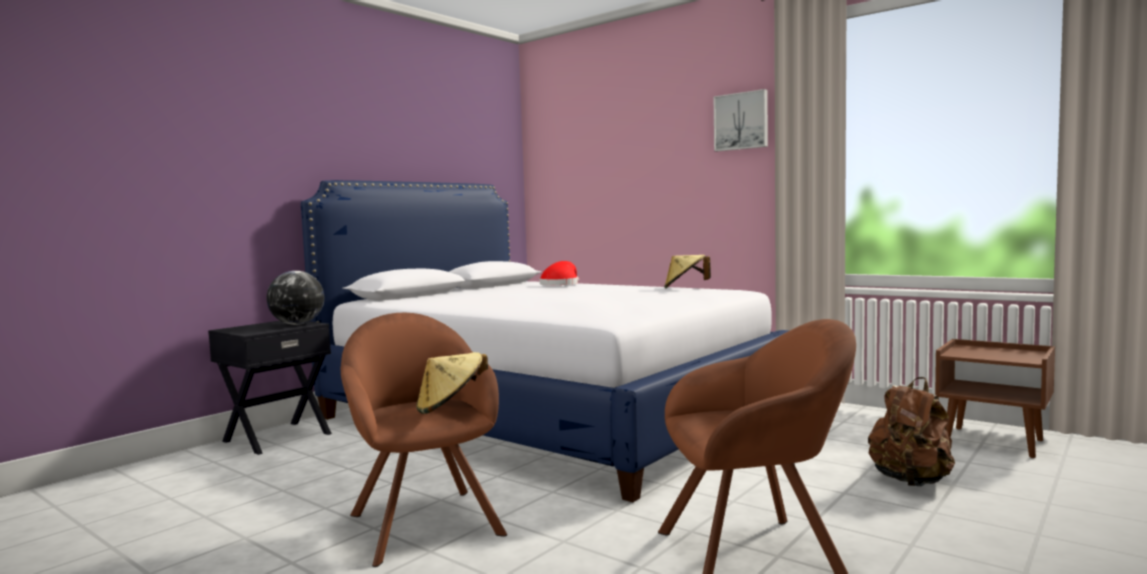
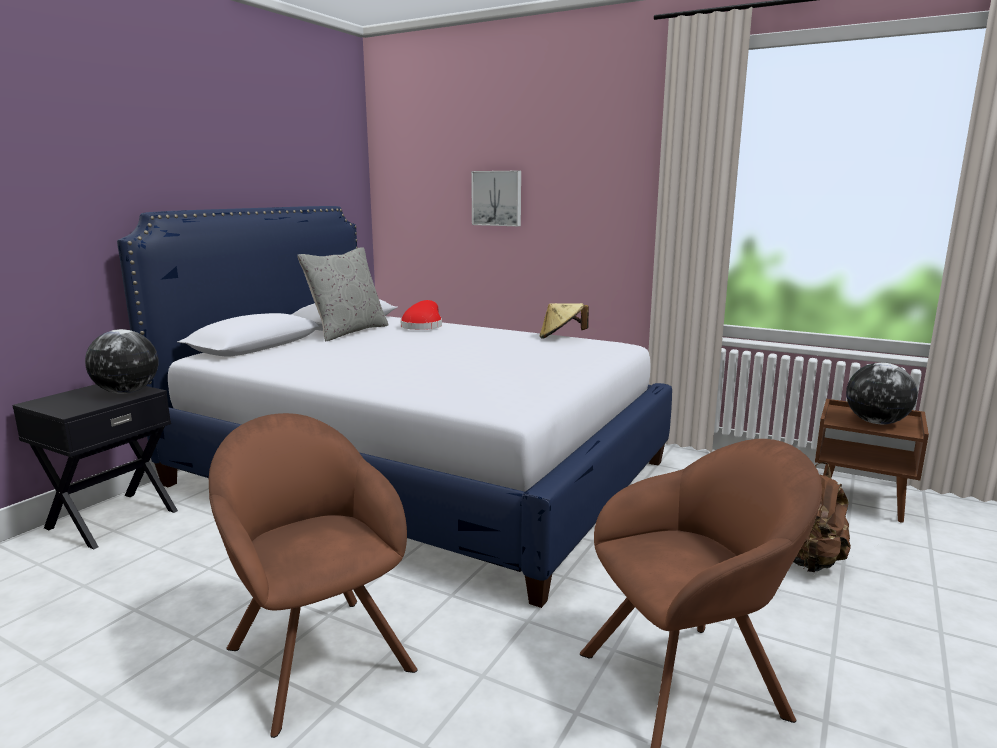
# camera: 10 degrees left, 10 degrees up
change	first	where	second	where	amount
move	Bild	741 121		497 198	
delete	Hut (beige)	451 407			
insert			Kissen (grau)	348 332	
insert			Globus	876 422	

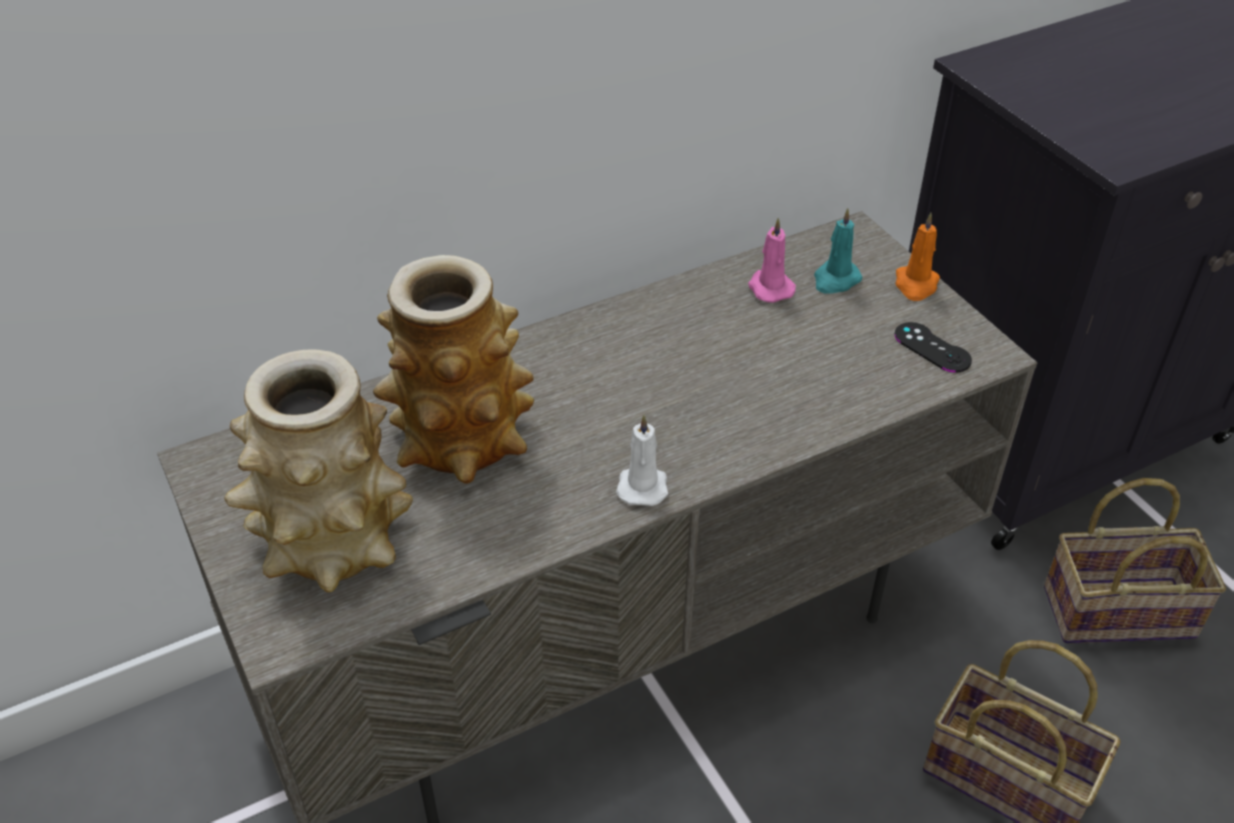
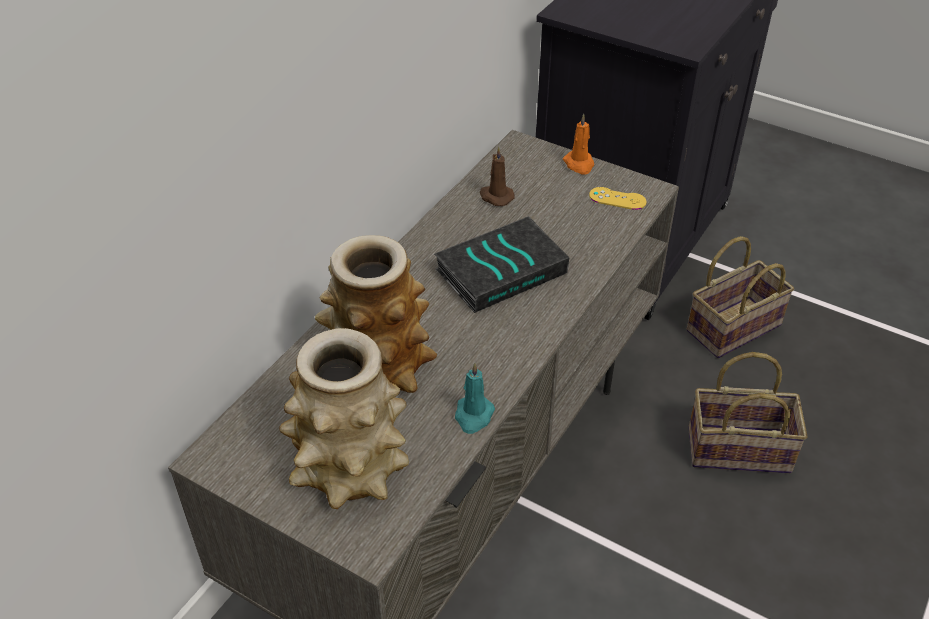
# camera: 30 degrees left, 0 degrees up
change	first	where	second	where	amount
move	Kerze (türkis)	835 280		473 416	
recolor	Kerze (rosa)	769 287	Kerze (braun)	495 196	
recolor	Gamepad (schwarz)	932 348	Gamepad (gelb)	617 199	
delete	Kerze (weiß)	642 485			
insert			Buch	501 269	

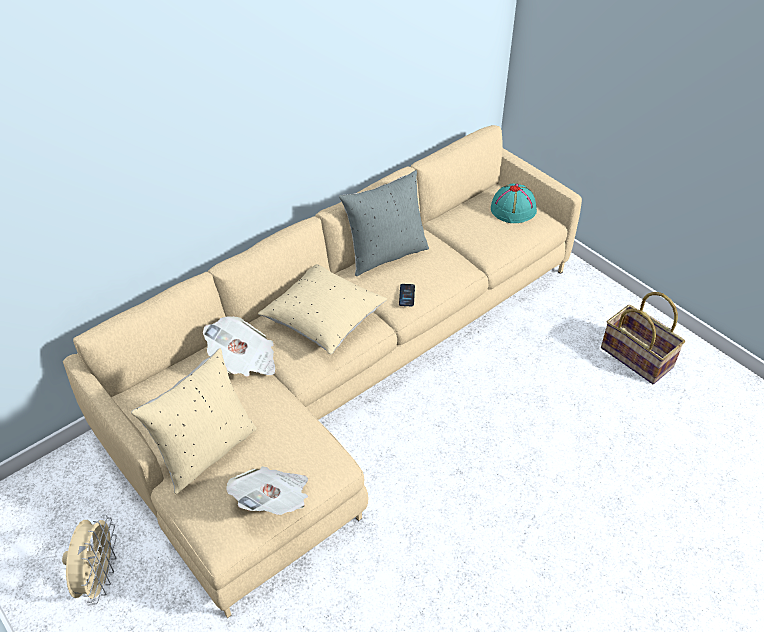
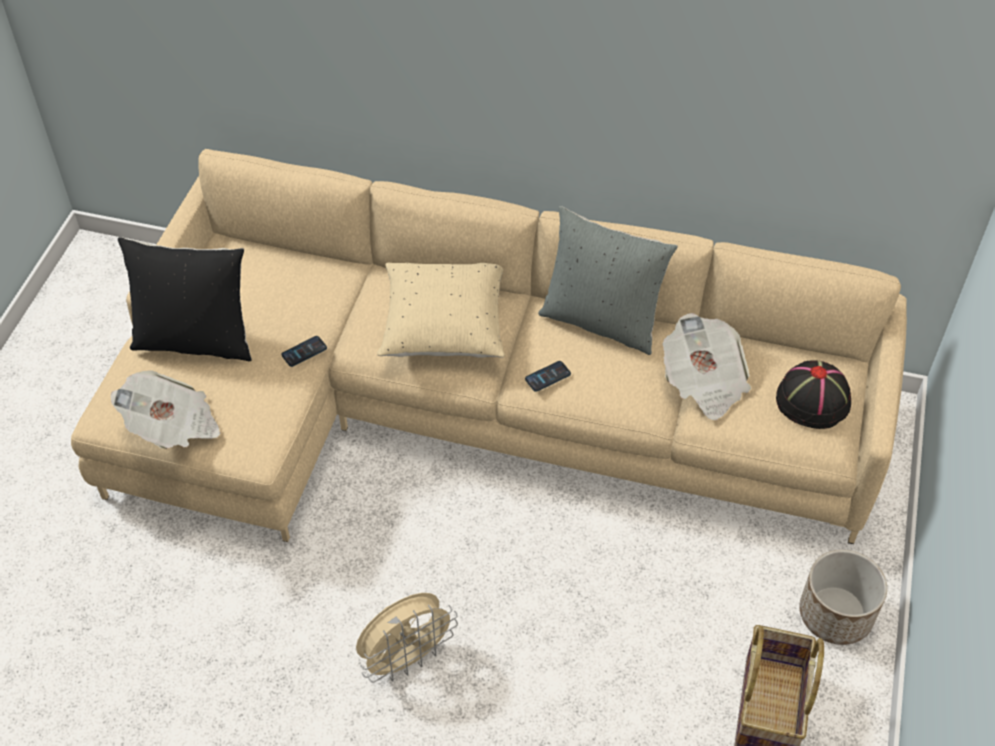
# camera: 55 degrees right, 5 degrees up
change	first	where	second	where	amount
recolor	Hut (türkis)	513 209	Hut (schwarz)	813 400	
move	Zeitung	244 360		704 382	
recolor	Kissen (beige)	206 451	Kissen (schwarz)	196 340	
move	Ventilator (beige)	99 578		406 658	
insert			Handy	304 352	
insert			Pflanzkübel	835 615	

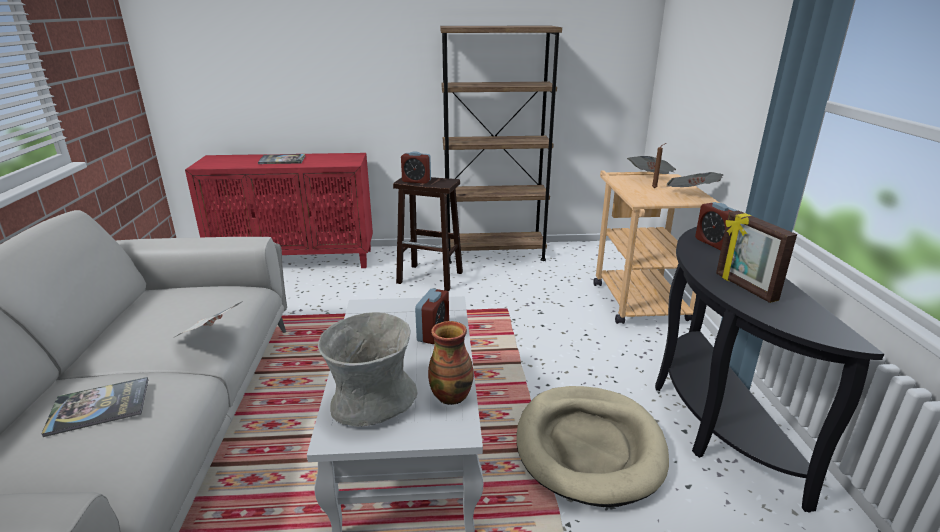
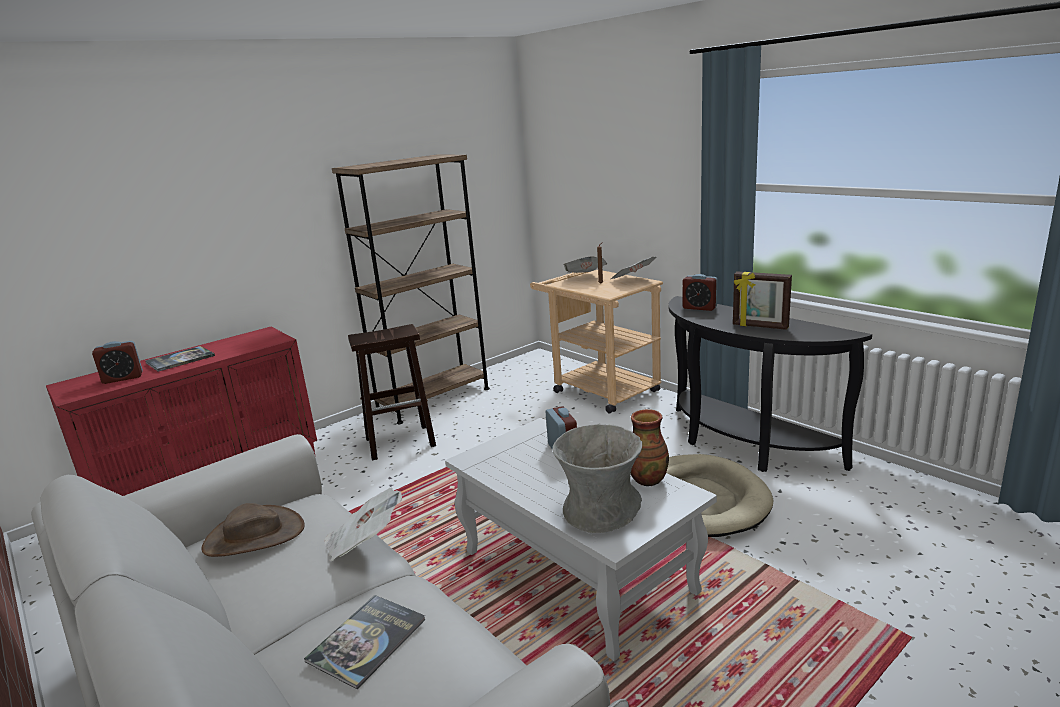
# camera: 35 degrees left, 5 degrees down
change	first	where	second	where	amount
move	Wecker	416 181		123 378	
insert			Hut (braun)	254 536	

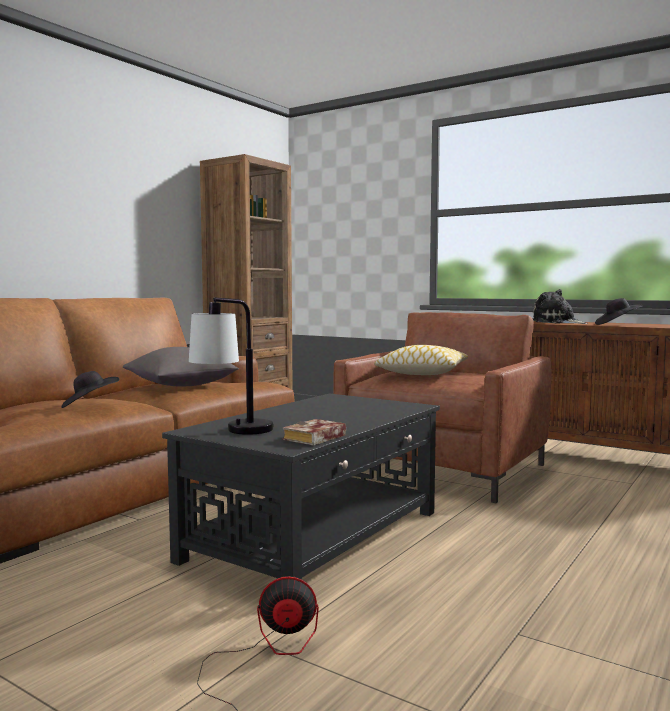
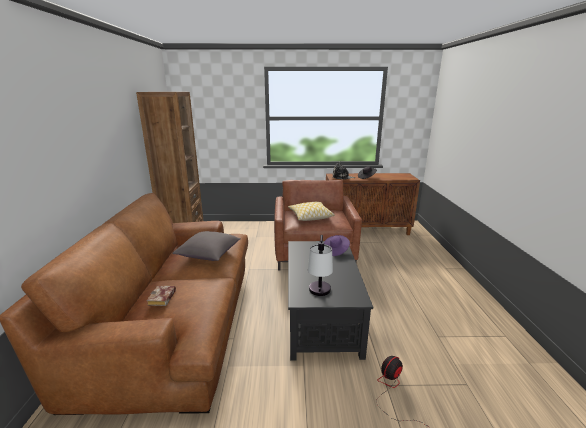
# camera: 35 degrees left, 15 degrees up
change	first	where	second	where	amount
delete	Hut (schwarz)	89 405			
move	Buch	314 439		162 299	
insert			Hut (lila)	335 251	

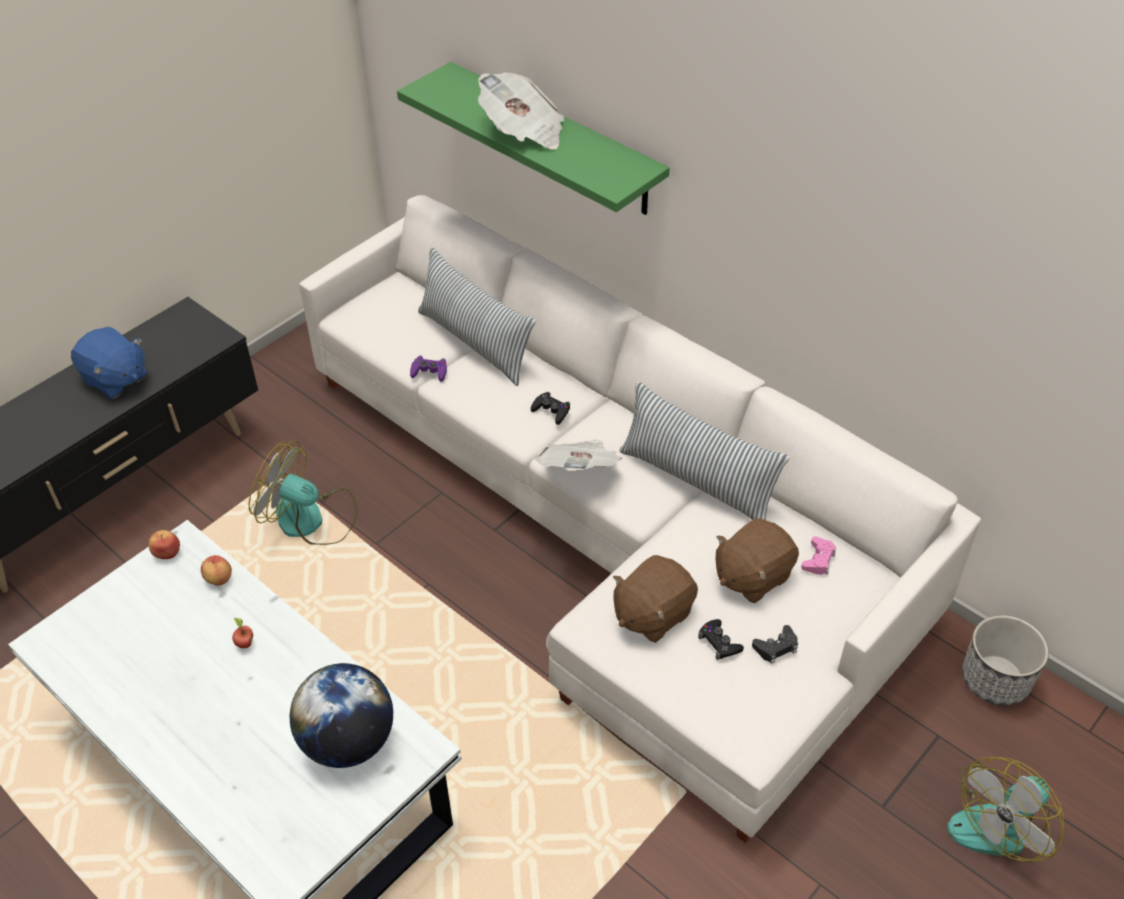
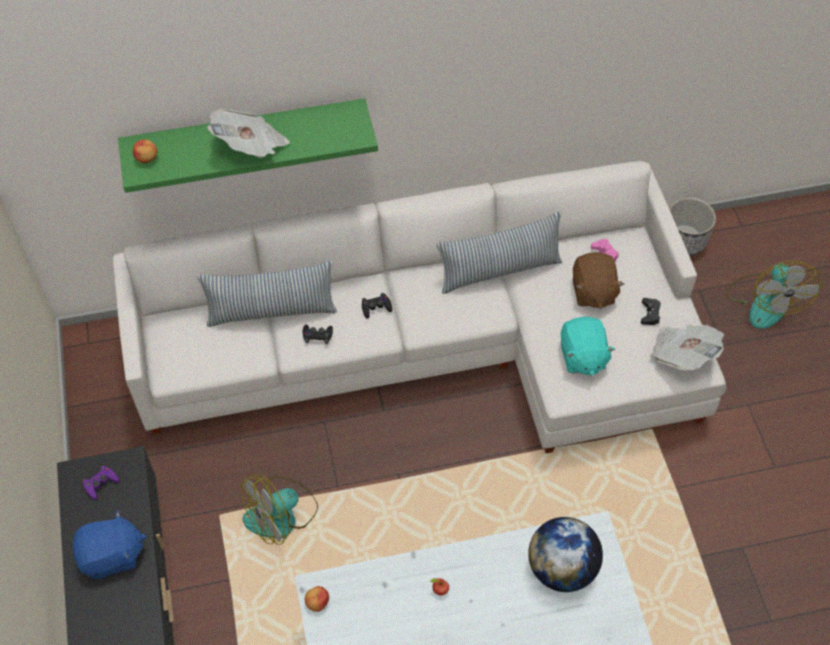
# camera: 55 degrees left, 10 degrees up
change	first	where	second	where	amount
move	Gamepad (lila)	429 372		101 483	
move	Zeitung	579 470		682 354	
move	Apfel	218 579		147 158	
recolor	Plüschtier (braun)	652 614	Plüschtier (türkis)	582 356	
move	Gamepad (schwarz)	719 643		317 335	

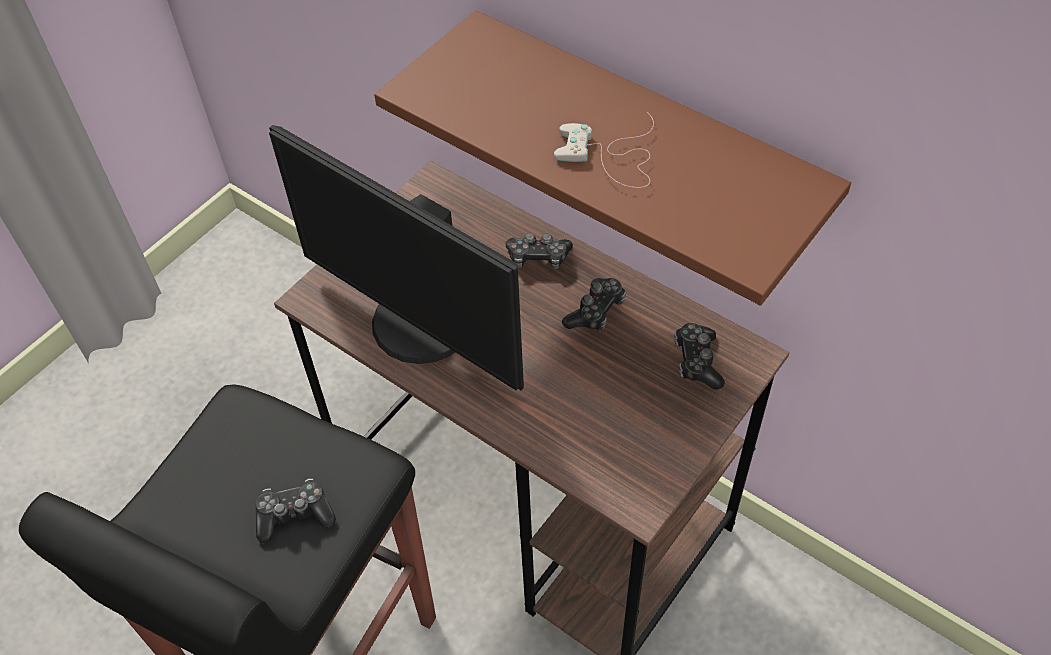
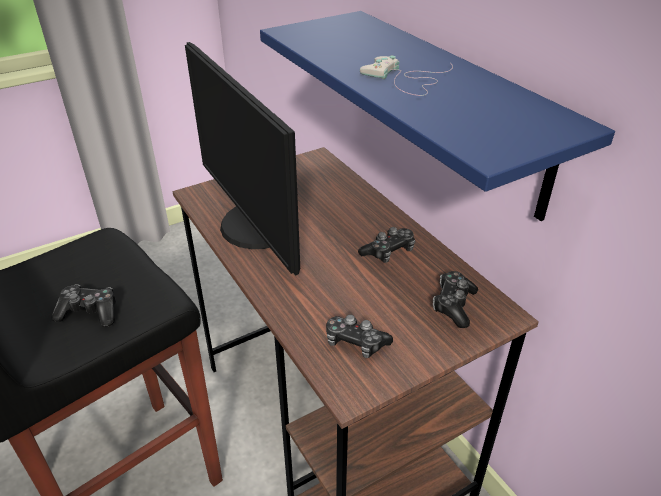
# camera: 20 degrees right, 15 degrees down
change	first	where	second	where	amount
recolor	Wandregal (braun)	645 139	Wandregal (blau)	454 110	
move	Gamepad	538 258		355 342	

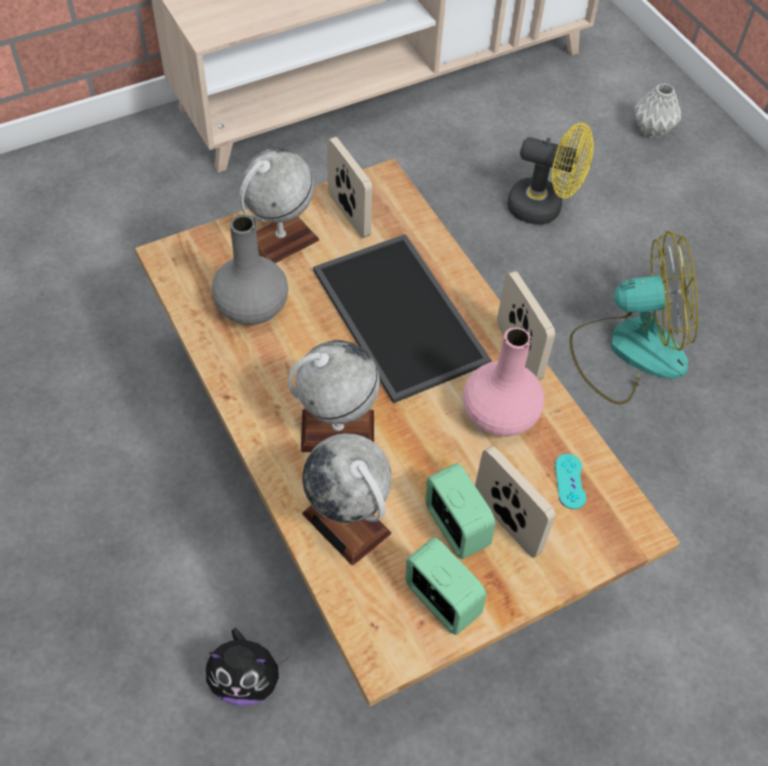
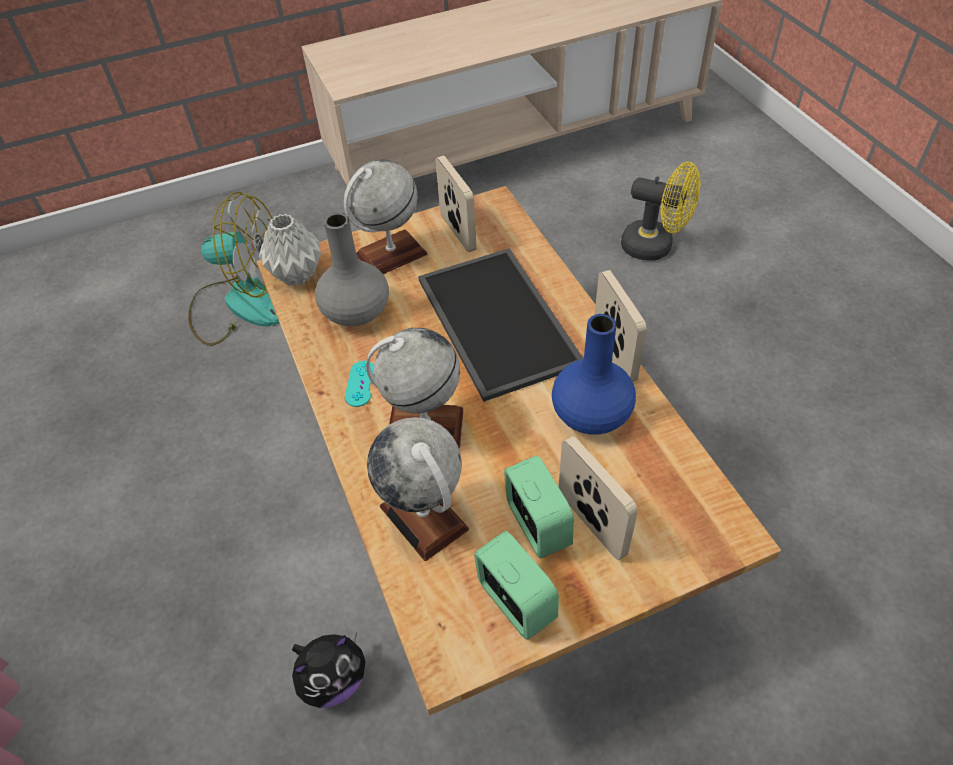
# camera: 10 degrees right, 5 degrees down
change	first	where	second	where	amount
move	Vase (grau)	652 131		298 276	
move	Ventilator	628 350		240 303	
recolor	Vase (rosa)	498 414	Vase (blau)	590 414	
move	Gamepad (türkis)	570 481		360 383	
rotate	Plüschtier	246 680		333 680	45 degrees counterclockwise

